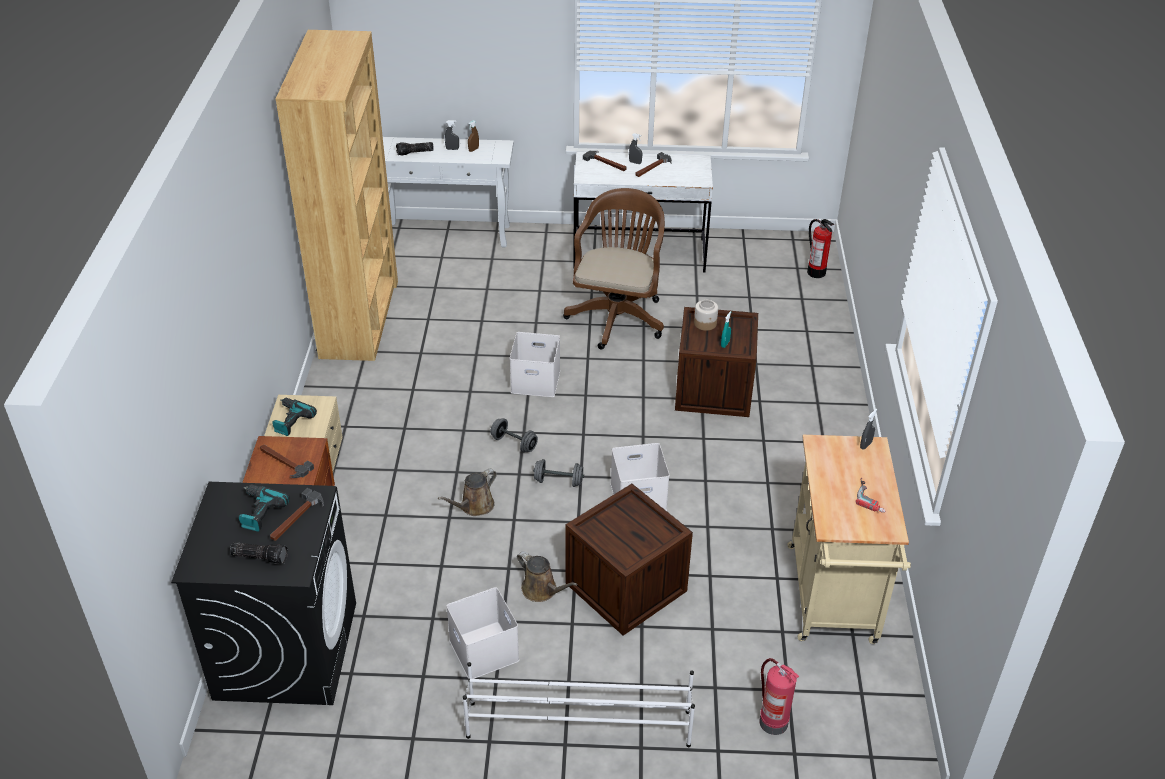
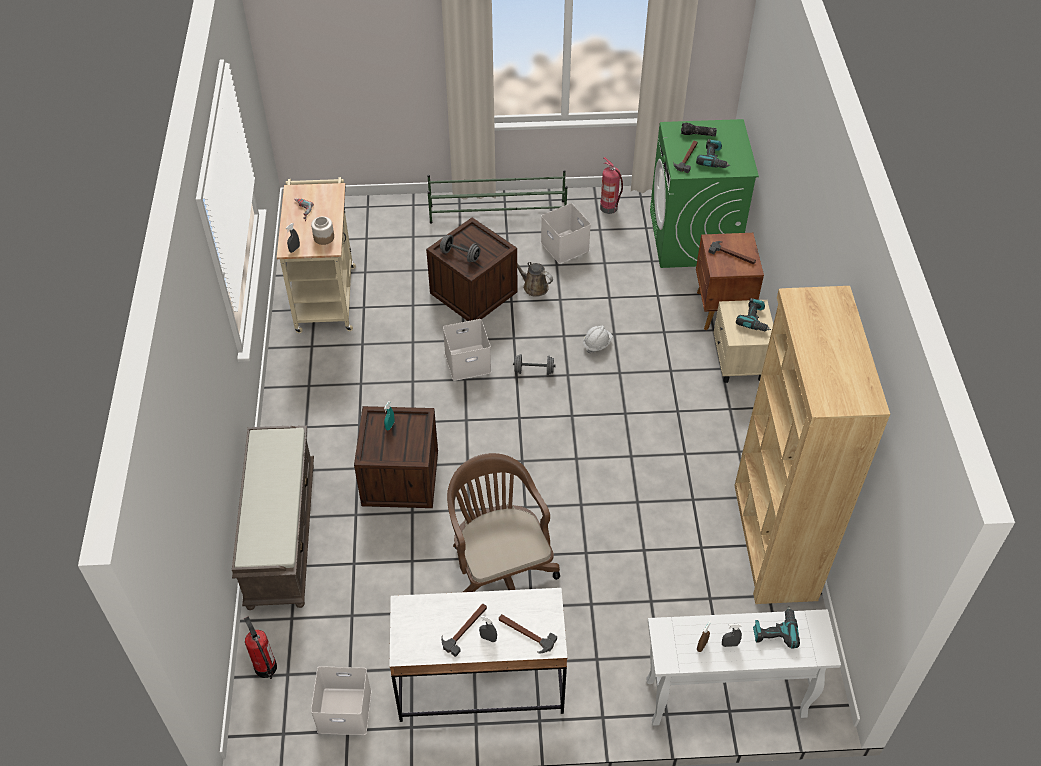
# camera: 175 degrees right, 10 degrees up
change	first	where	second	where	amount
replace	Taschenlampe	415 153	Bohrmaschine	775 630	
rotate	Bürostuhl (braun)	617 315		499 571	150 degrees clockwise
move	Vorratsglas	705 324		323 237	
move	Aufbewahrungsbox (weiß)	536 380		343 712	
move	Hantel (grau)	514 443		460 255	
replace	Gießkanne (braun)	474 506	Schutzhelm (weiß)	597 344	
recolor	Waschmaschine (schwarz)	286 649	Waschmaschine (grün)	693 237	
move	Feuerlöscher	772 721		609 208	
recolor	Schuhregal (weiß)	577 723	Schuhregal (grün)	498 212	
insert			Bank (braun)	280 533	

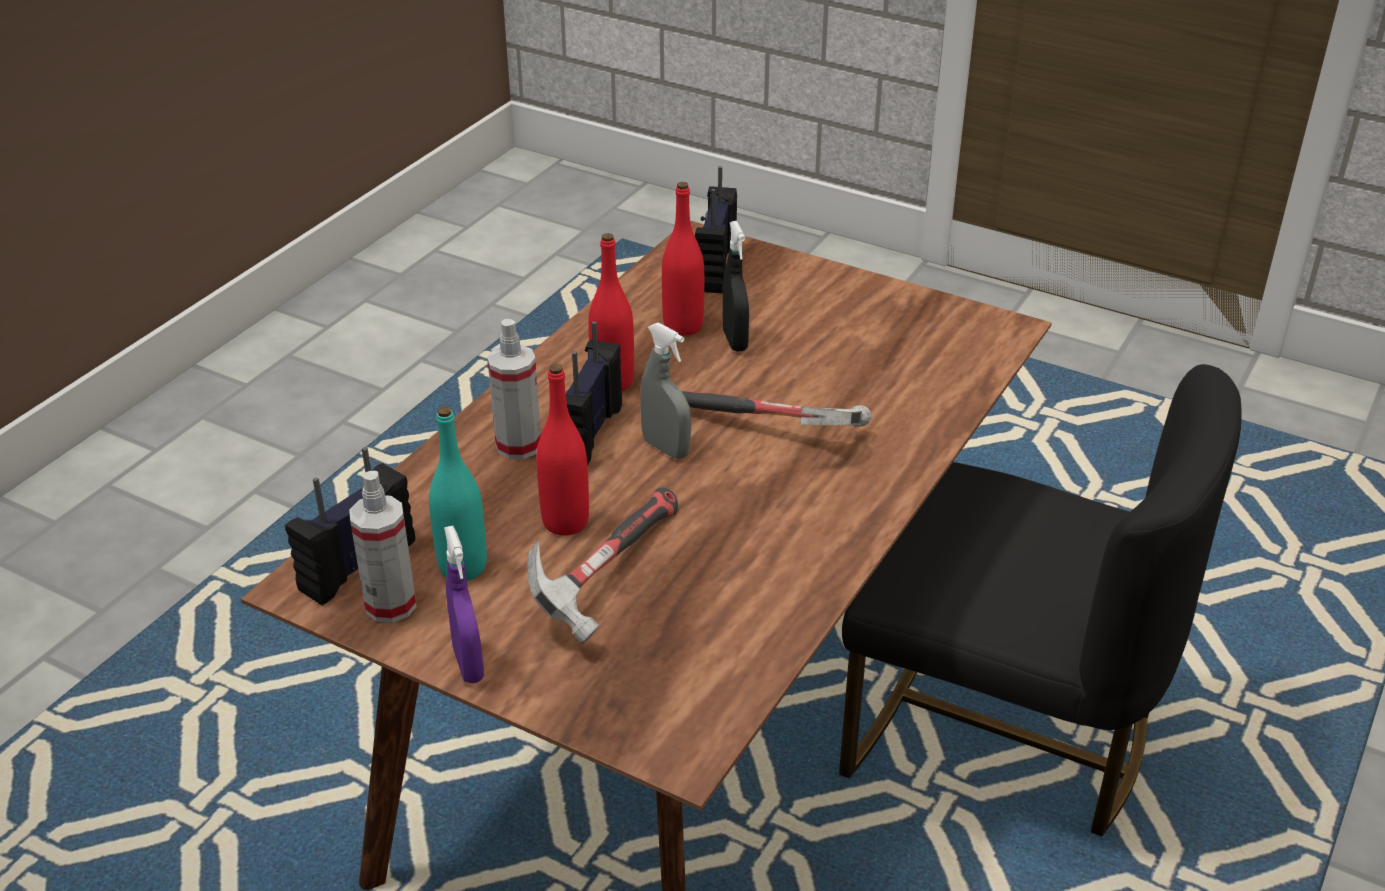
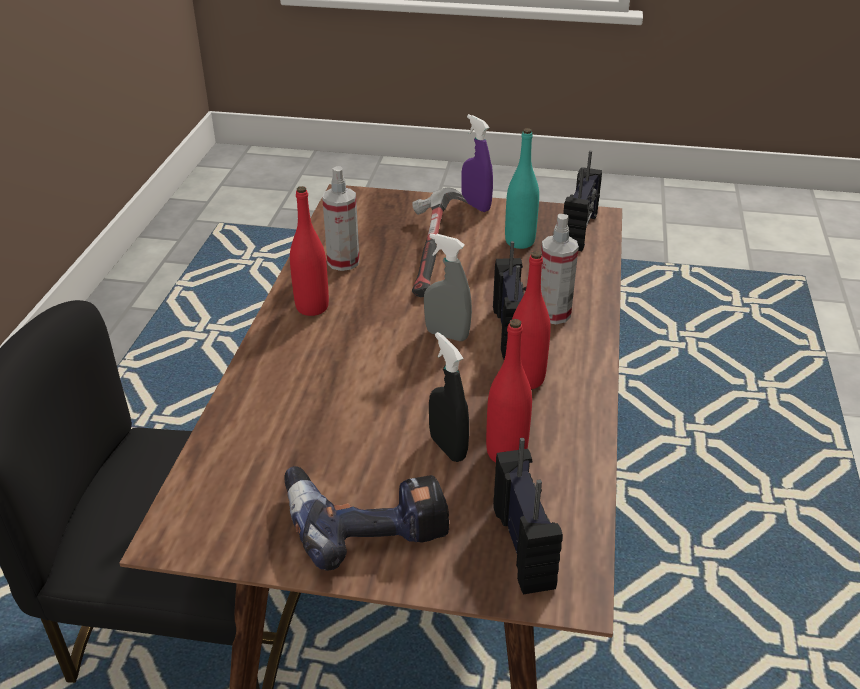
# camera: 160 degrees right, 0 degrees up
change	first	where	second	where	amount
move	Flasche (rot)	565 522		312 307	
delete	Hammer	763 431			
move	Sprühflasche	390 605		343 262	
insert			Bohrmaschine	365 520	

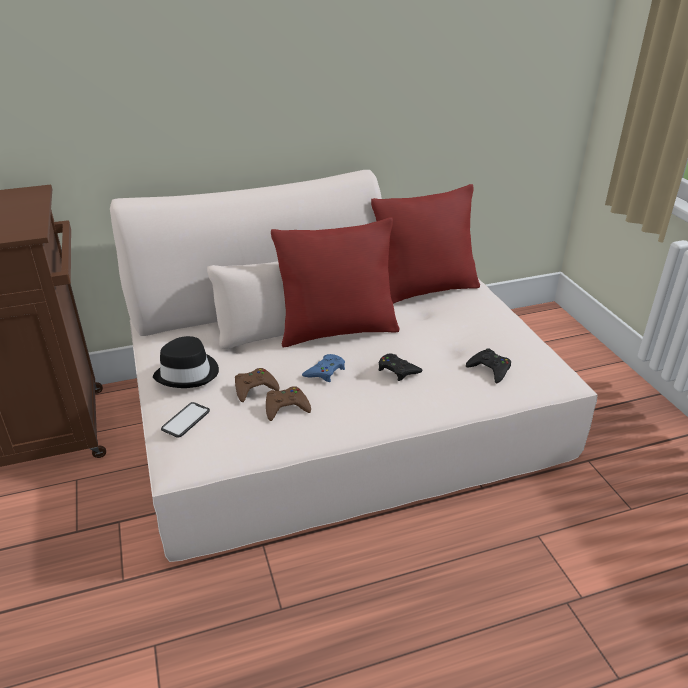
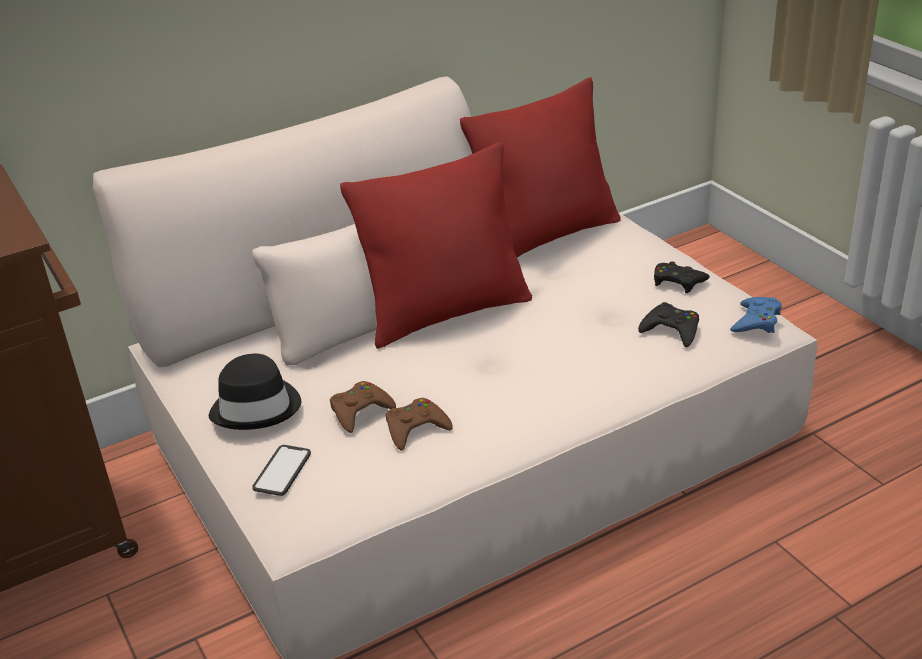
# camera: 10 degrees left, 0 degrees up
change	first	where	second	where	amount
move	Gamepad (blau)	325 371		756 321	
move	Gamepad (schwarz)	397 370		678 281	

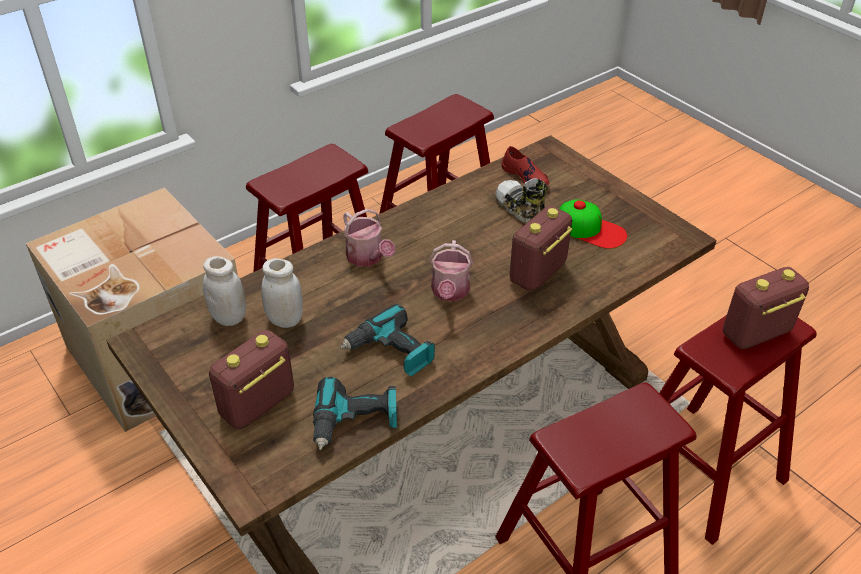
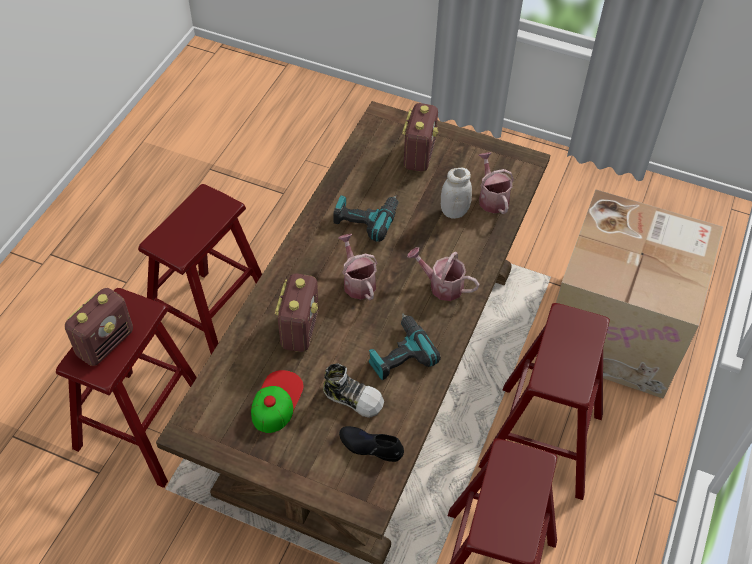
# camera: 150 degrees right, 10 degrees up
change	first	where	second	where	amount
recolor	Schuh (rot)	525 177	Schuh (schwarz)	370 446	
rotate	Kappe	591 229		276 401	105 degrees clockwise
replace	Vorratsglas (weiß)	229 317	Gießkanne	492 198	
move	Bohrmaschine	355 422		399 353	

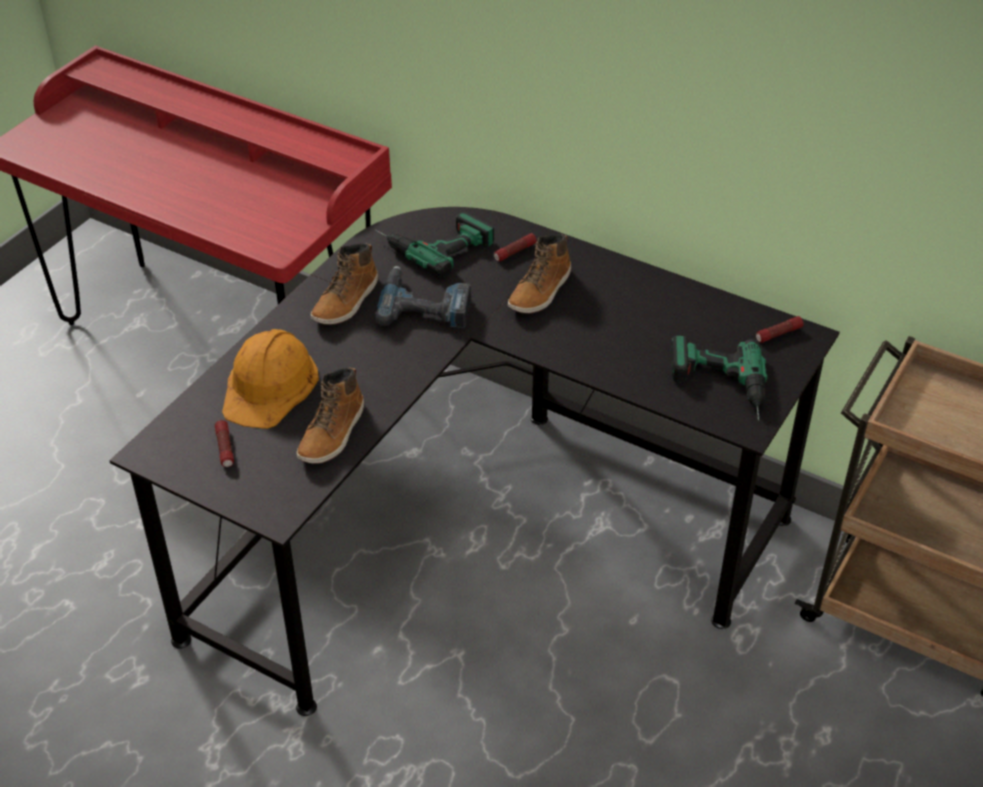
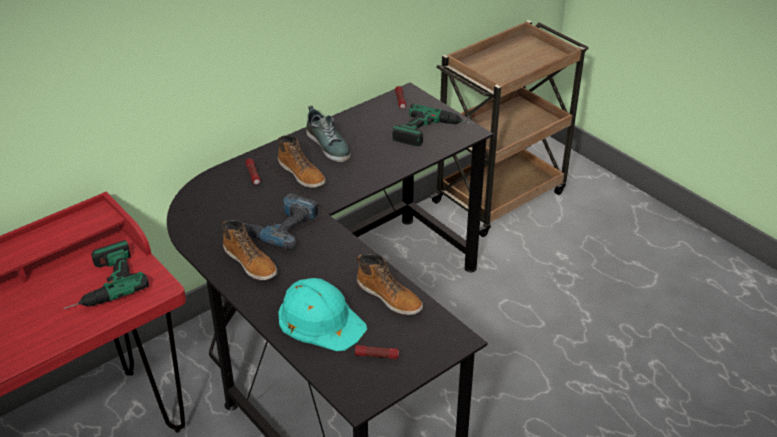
# camera: 70 degrees left, 5 degrees down
change	first	where	second	where	amount
move	Bohrmaschine	432 242		100 284	
recolor	Schutzhelm (orange)	270 385	Schutzhelm (türkis)	320 320	
insert			Schuh	329 145	

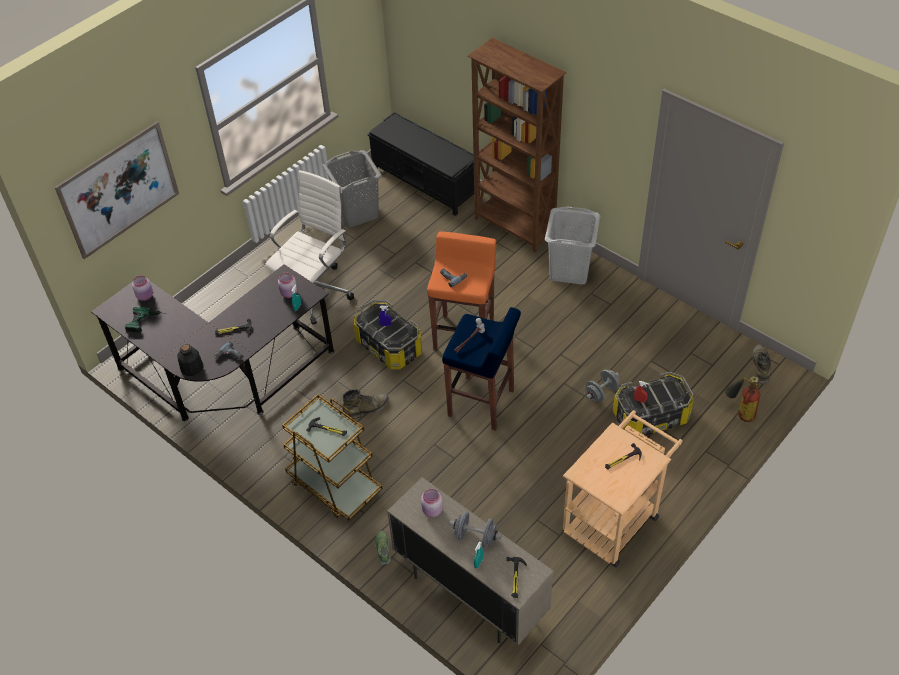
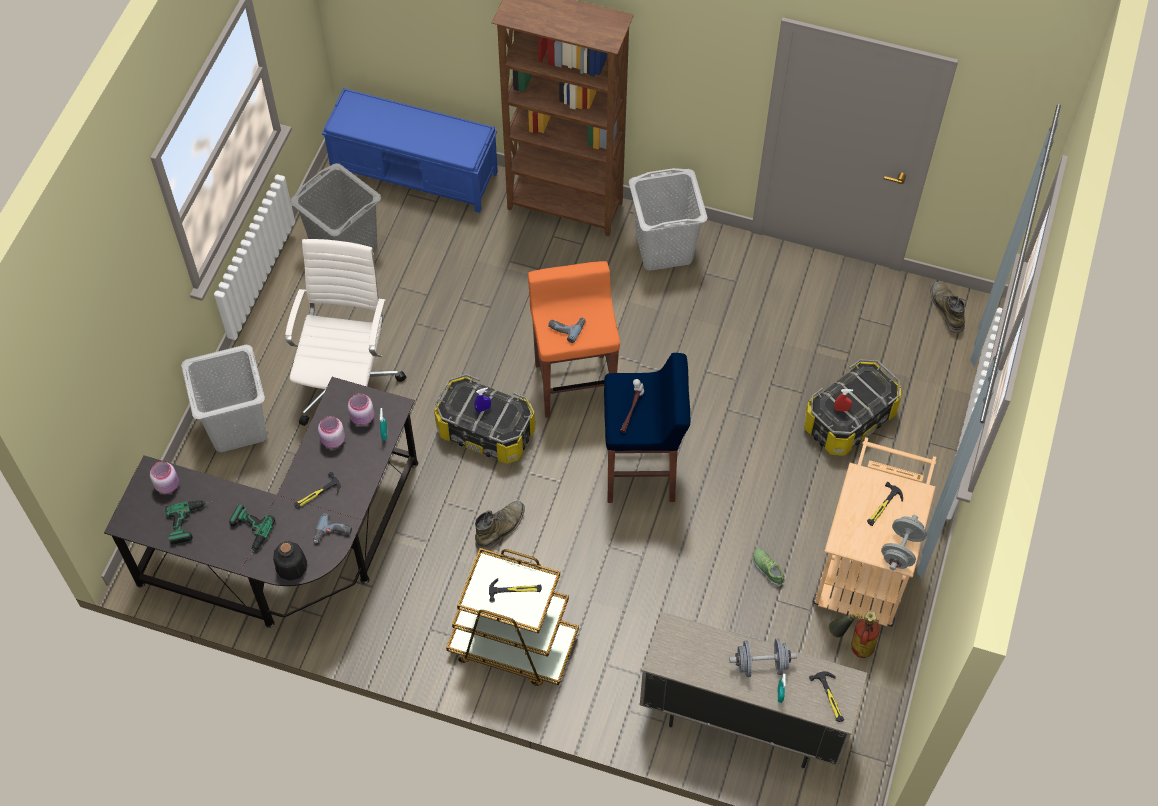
# camera: 25 degrees left, 10 degrees up
change	first	where	second	where	amount
recolor	Bank (schwarz)	426 182	Bank (blau)	415 173	
delete	Bild	119 190			
move	Hantel (grau)	601 393		901 550	
move	Feuerlöscher	739 412		852 646	
move	Vorratsglas (rosa)	432 511		333 440	
move	Schuh	383 549		768 569	
insert			Wäschekorb (grau)	236 425	
insert			Bohrmaschine	247 534	

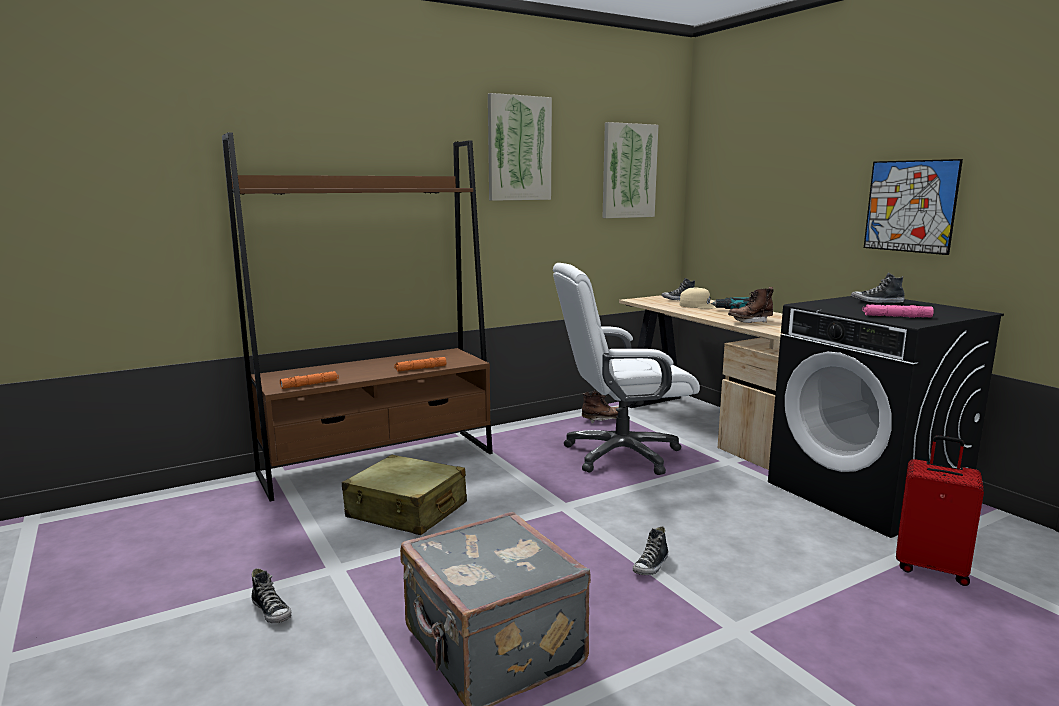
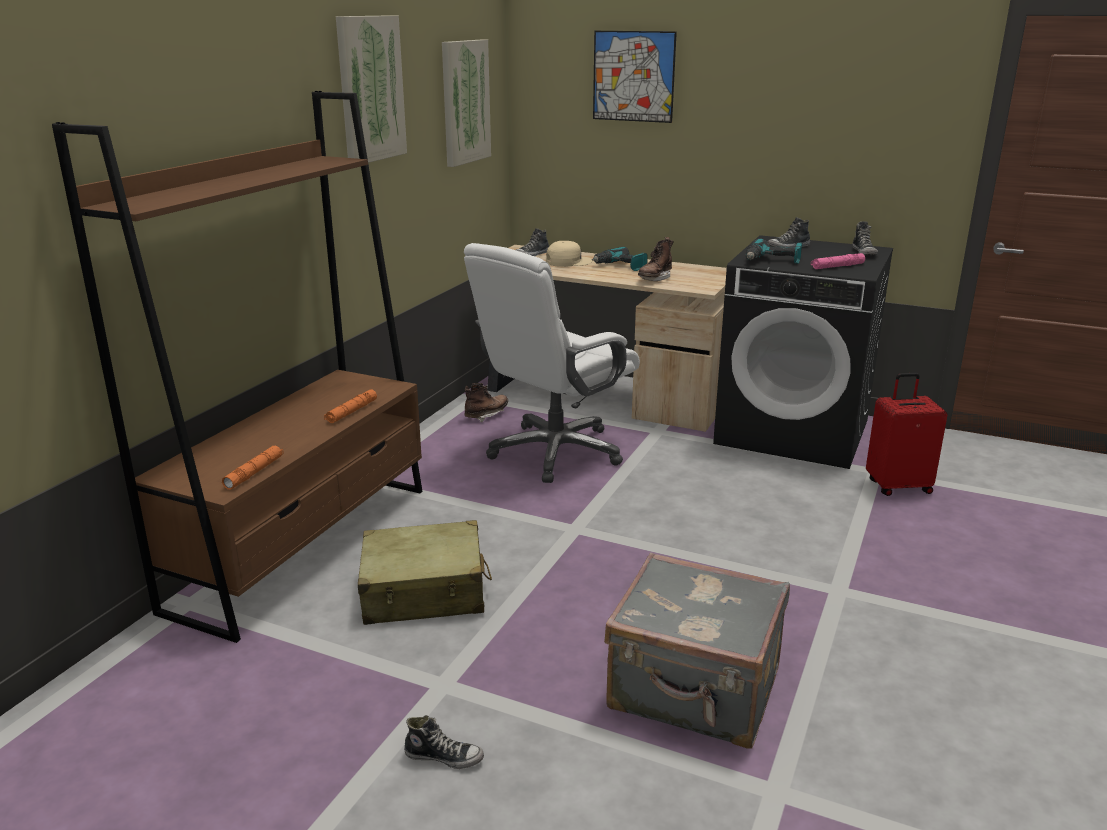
# camera: 35 degrees left, 10 degrees up
change	first	where	second	where	amount
move	Bild	910 206		633 76	
move	Schuh	651 566		864 252	
insert			Bohrmaschine	772 261	

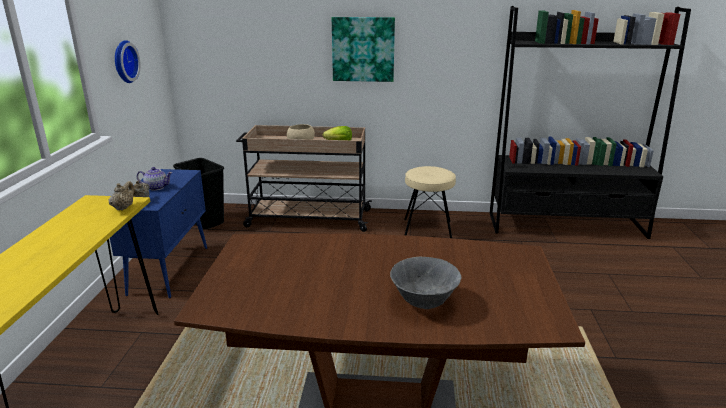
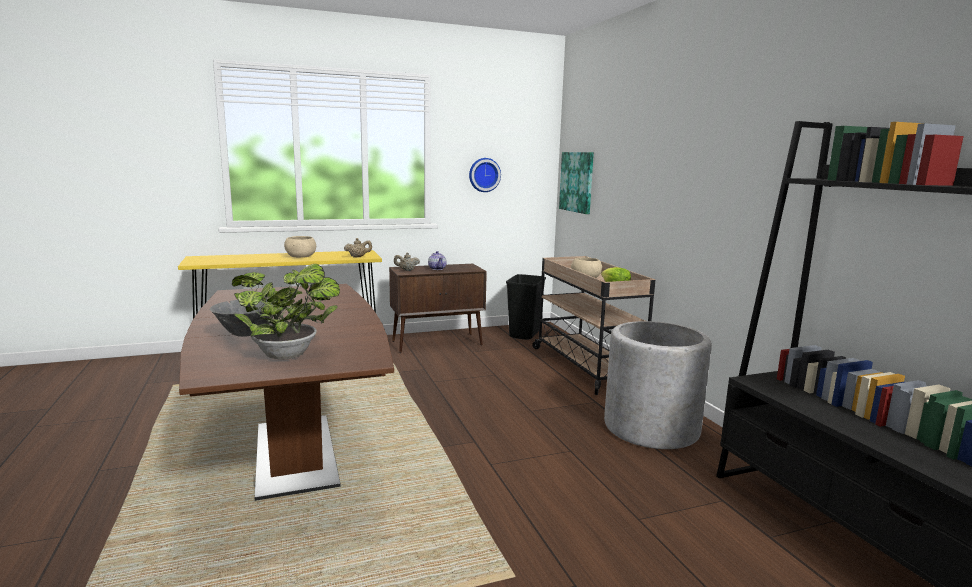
# camera: 65 degrees right, 10 degrees down
change	first	where	second	where	amount
move	Bild	363 49		577 182	
replace	Hocker (beige)	427 230	Pflanzkübel (grau)	651 427	
recolor	Schrank (blau)	170 269	Schrank (braun)	438 343	
insert			Schüssel (beige)	301 257	
insert			Topfpflanze	290 356	

